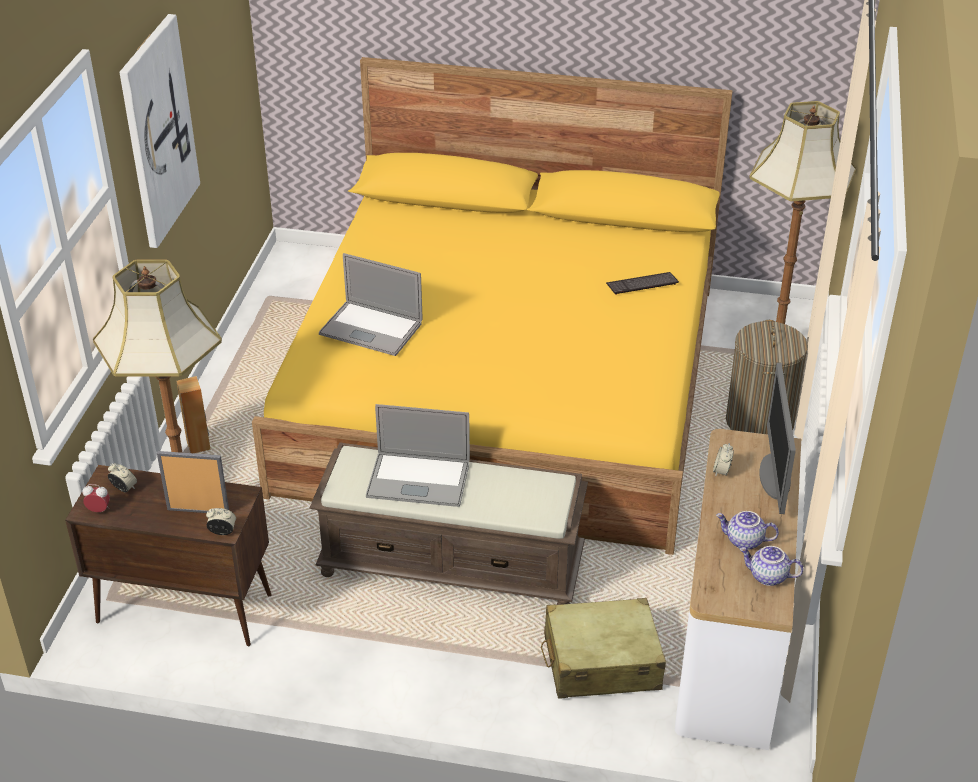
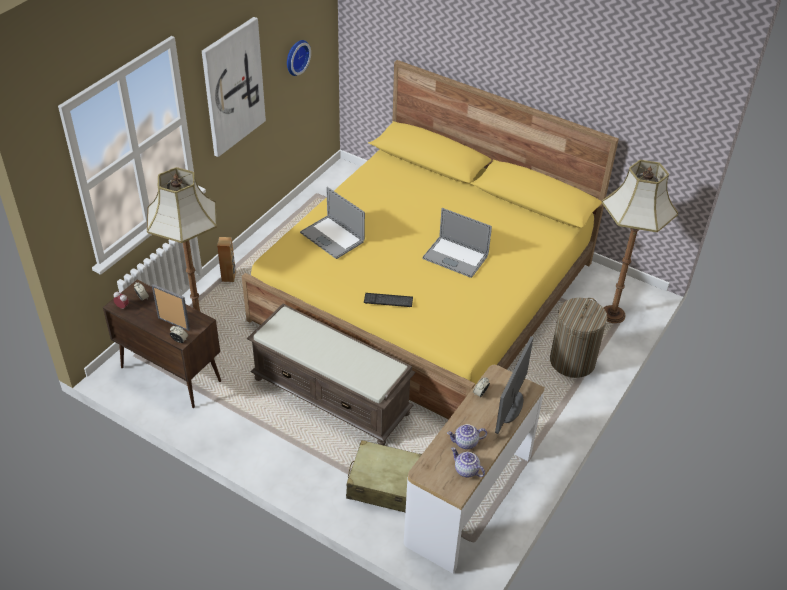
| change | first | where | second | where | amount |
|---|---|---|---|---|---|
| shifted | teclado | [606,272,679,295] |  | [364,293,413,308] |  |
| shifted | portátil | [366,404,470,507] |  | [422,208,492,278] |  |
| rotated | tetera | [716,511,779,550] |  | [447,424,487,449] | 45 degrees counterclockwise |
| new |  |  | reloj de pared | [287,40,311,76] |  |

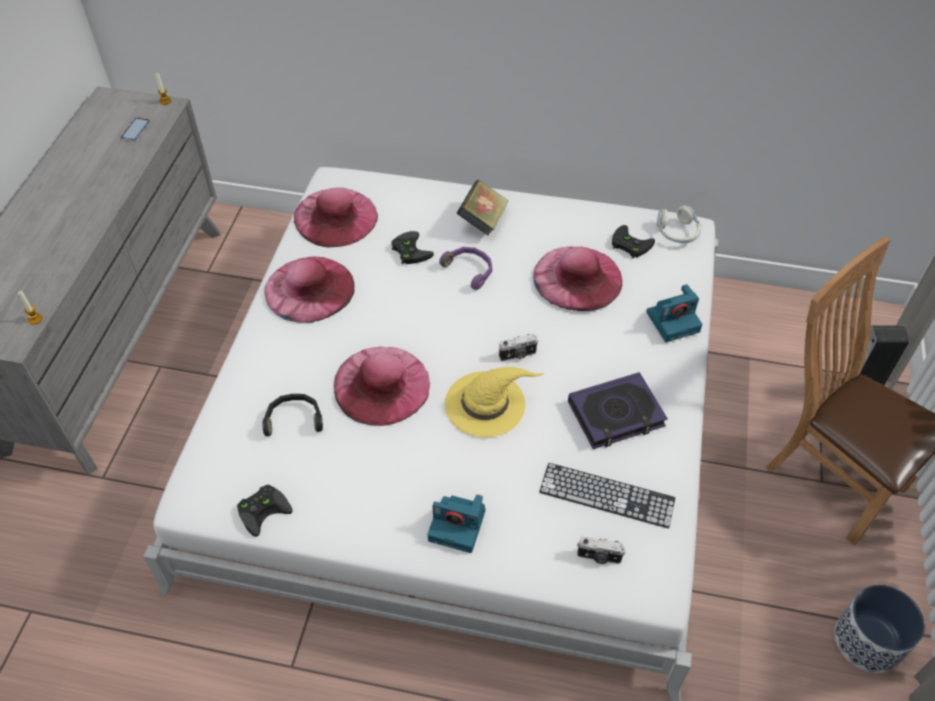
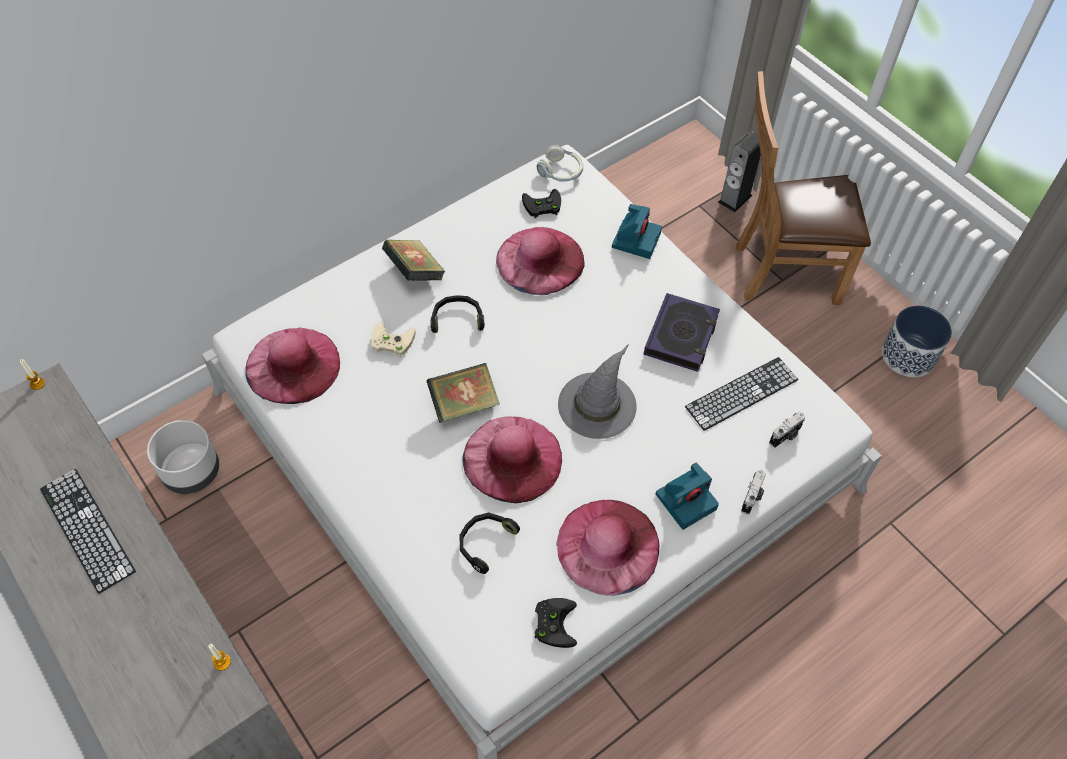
| change | first | where | second | where | amount |
|---|---|---|---|---|---|
| gone | móvil | [120,117,150,142] |  |  |  |
| repainted | mando de consola/negro | [391,231,434,264] | mando de consola/beis | [371,322,416,357] |  |
| repainted | auriculares/morado | [439,247,492,290] | auriculares/negro | [430,295,485,333] |  |
| shifted | sombrero/rosa | [264,257,354,323] |  | [556,500,659,596] |  |
| shifted | cámara | [498,334,538,361] |  | [741,470,766,515] |  |
| repainted | sombrero/amarillo | [445,367,545,437] | sombrero/gris | [558,345,637,439] |  |
| new |  |  | libro | [426,363,500,423] |  |
| new |  |  | maceta/gris | [147,420,219,494] |  |
| new |  |  | teclado | [40,469,136,594] |  |

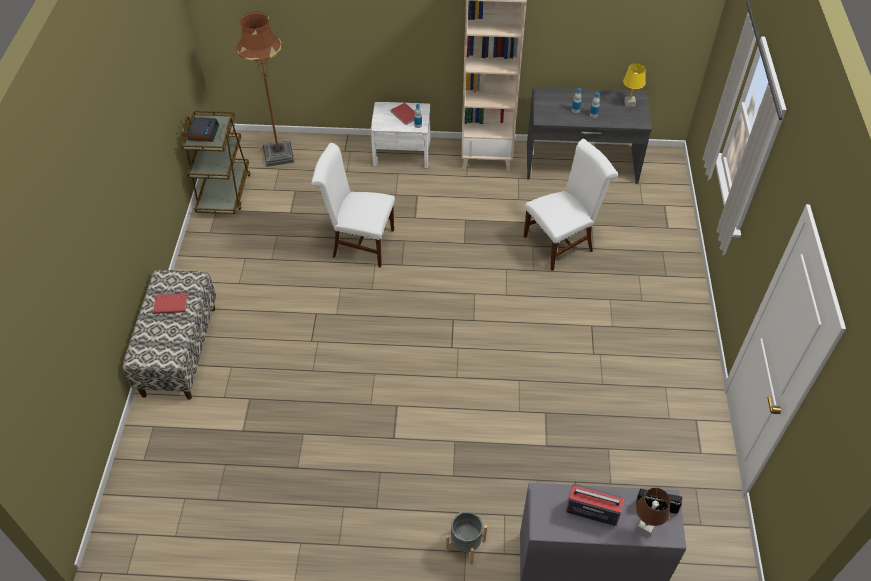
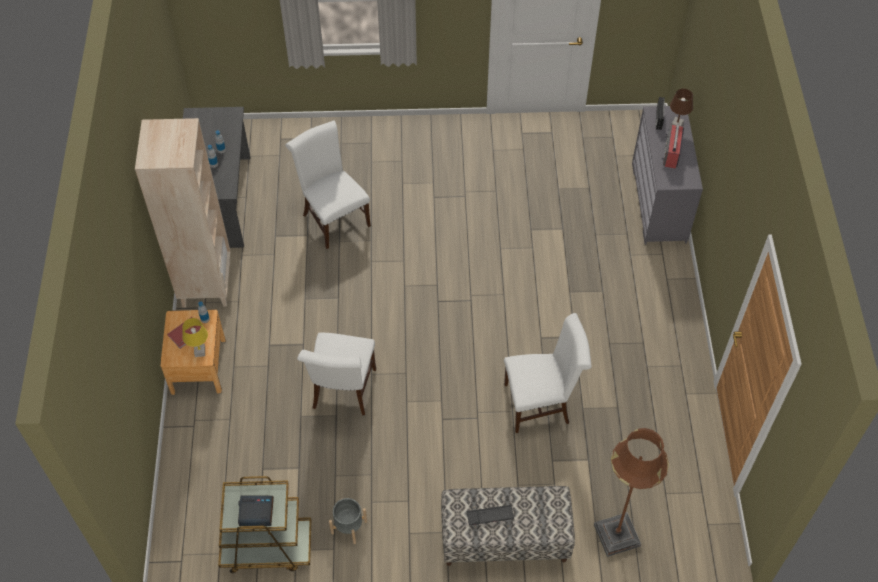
| change | first | where | second | where | amount |
|---|---|---|---|---|---|
| shifted | lámpara de pie/marrón | [236,12,295,167] |  | [594,428,669,557] |  |
| shifted | lámpara de mesa/amarillo | [623,64,646,107] |  | [182,318,208,357] |  |
| repainted | mesita de noche/blanco | [371,102,431,168] | mesita de noche/marrón | [160,309,226,395] |  |
| swapped | libro/rojo | [153,293,188,314] | teclado | [466,505,514,525] |  |
| shifted | maceta/gris | [446,512,487,565] |  | [329,498,367,544] |  |
| new |  |  | silla/blanco | [504,313,592,433] |  |

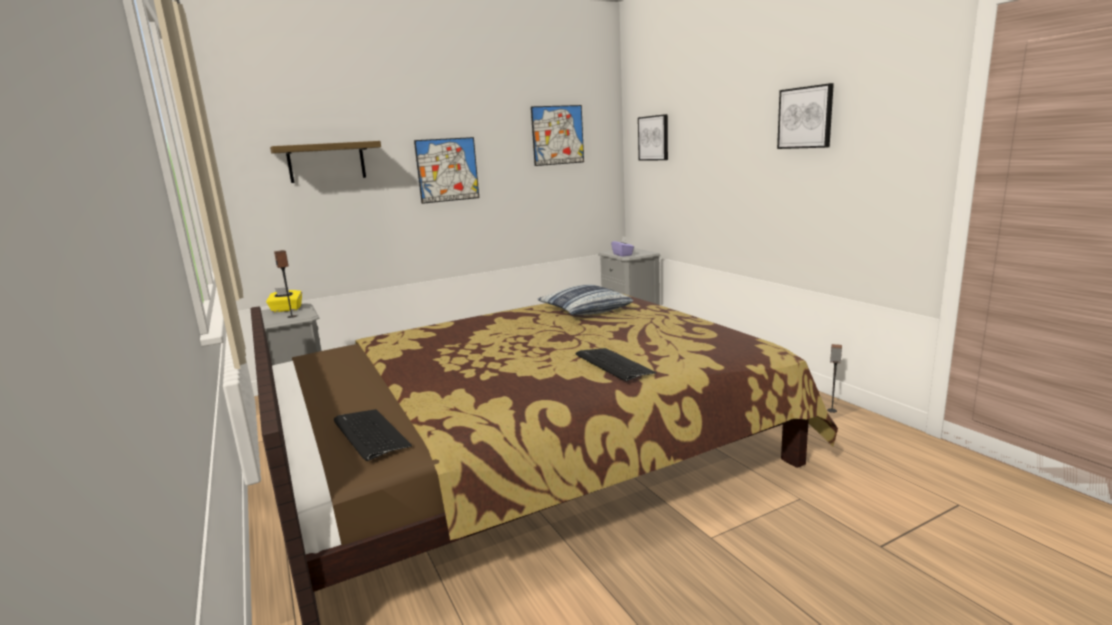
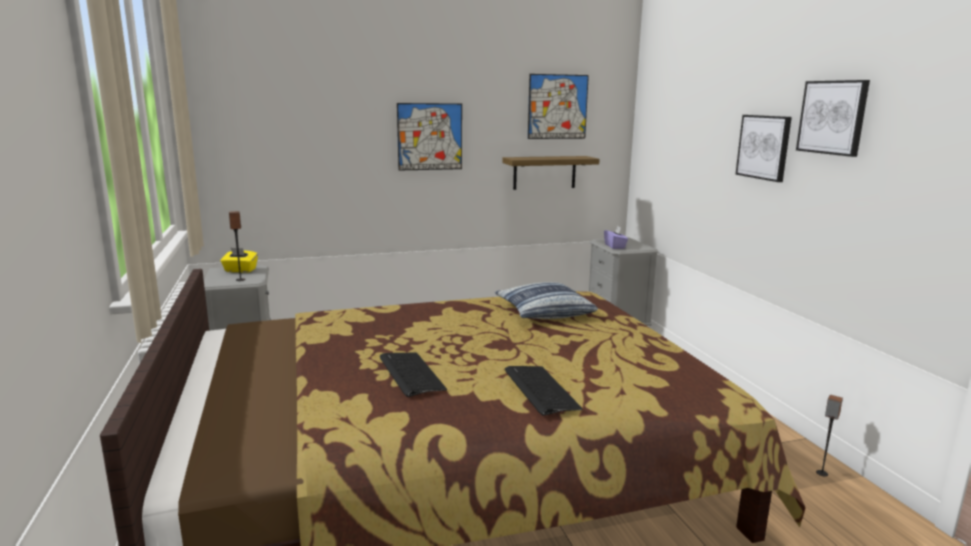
| change | first | where | second | where | amount |
|---|---|---|---|---|---|
| shifted | cuadro | [638,114,668,161] |  | [735,115,792,182] |  |
| shifted | estante | [270,141,381,183] |  | [502,156,600,190] |  |
| shifted | teclado | [334,409,412,461] |  | [380,353,447,397] |  |

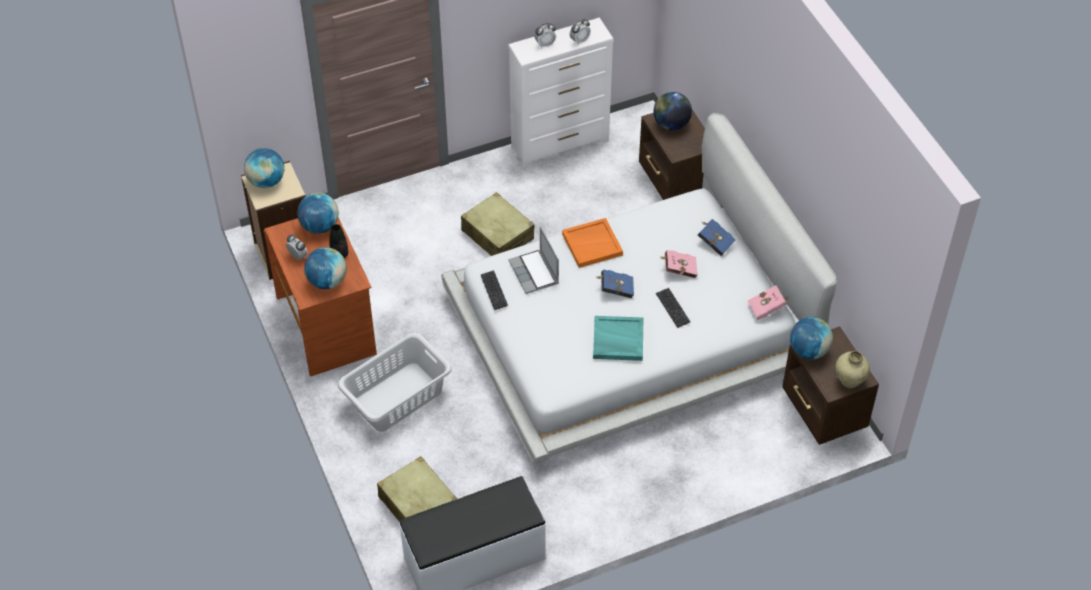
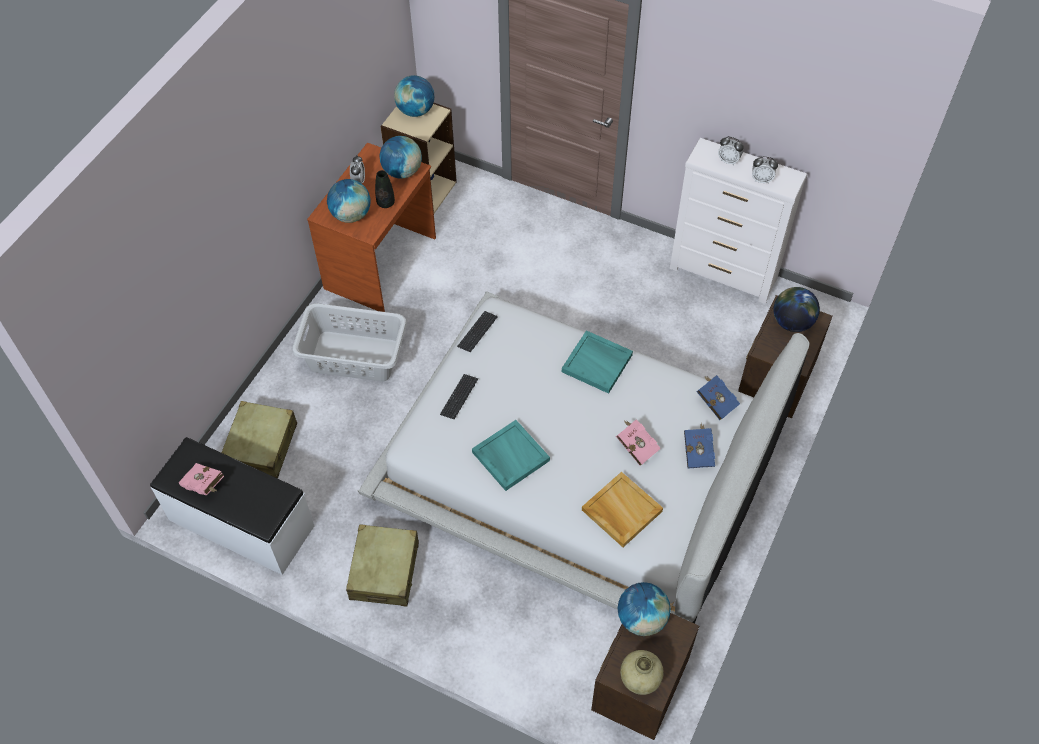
| change | first | where | second | where | amount |
|---|---|---|---|---|---|
| shifted | maleta/beis | [461,192,534,256] |  | [346,524,419,607] |  |
| repainted | bandeja/naranja | [562,218,623,268] | bandeja/turquesa | [562,330,633,394] |  |
| gone | portátil | [508,227,559,294] |  |  |  |
| shifted | libro/azul | [596,269,634,298] |  | [696,375,740,420] |  |
| shifted | libro/rosa | [747,285,789,320] |  | [179,463,224,496] |  |
| shifted | teclado | [656,288,690,328] |  | [440,374,478,419] |  |
| new |  |  | bandeja/beis | [582,472,663,547] |  |

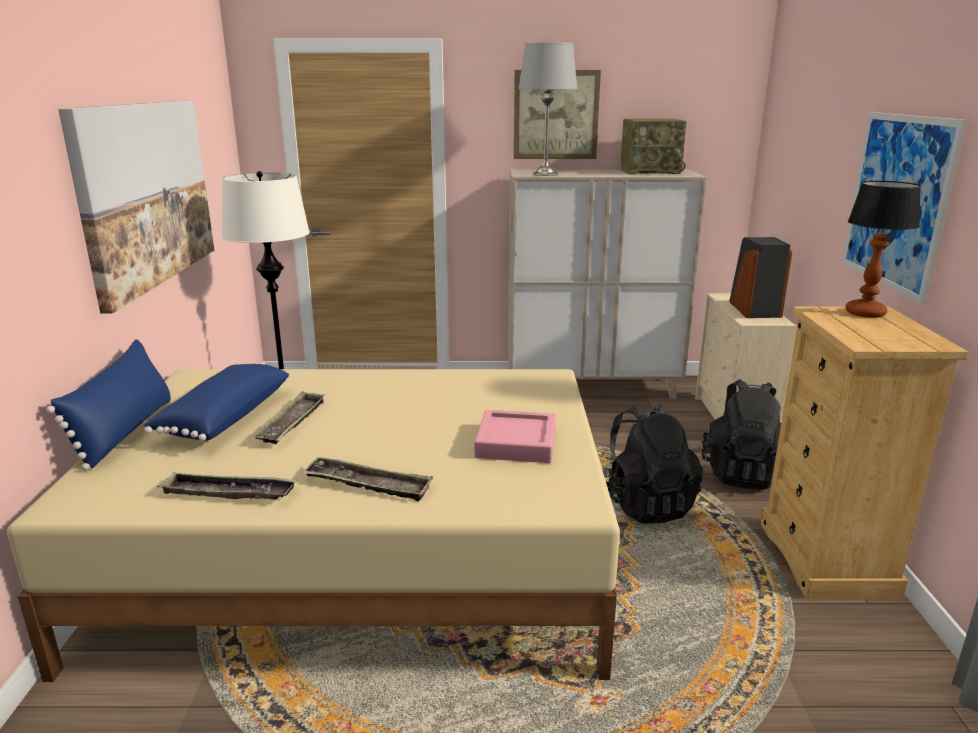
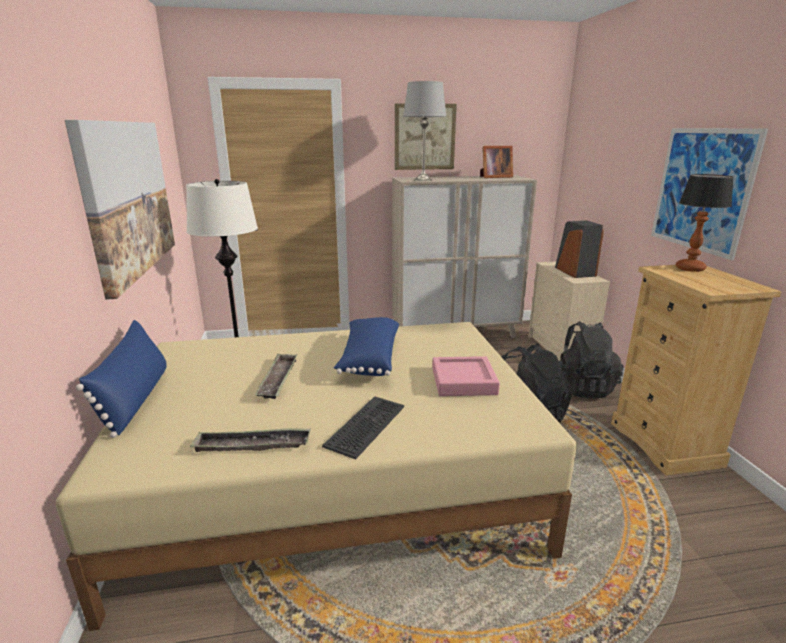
| change | first | where | second | where | amount |
|---|---|---|---|---|---|
| swapped | radio | [621,118,686,175] | portarretratos | [480,146,513,178] |  |
| shifted | cojín/azul | [143,364,290,441] |  | [334,317,399,376] |  |
| swapped | bandeja | [302,456,433,501] | teclado | [322,396,404,460] |  |

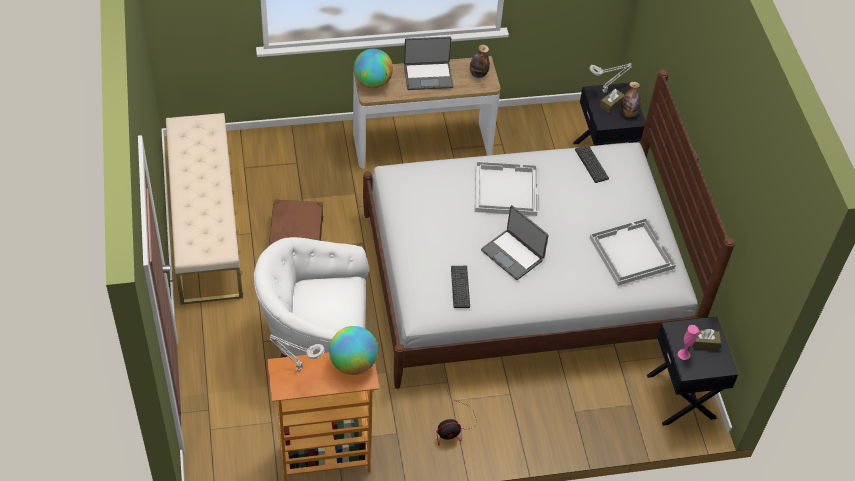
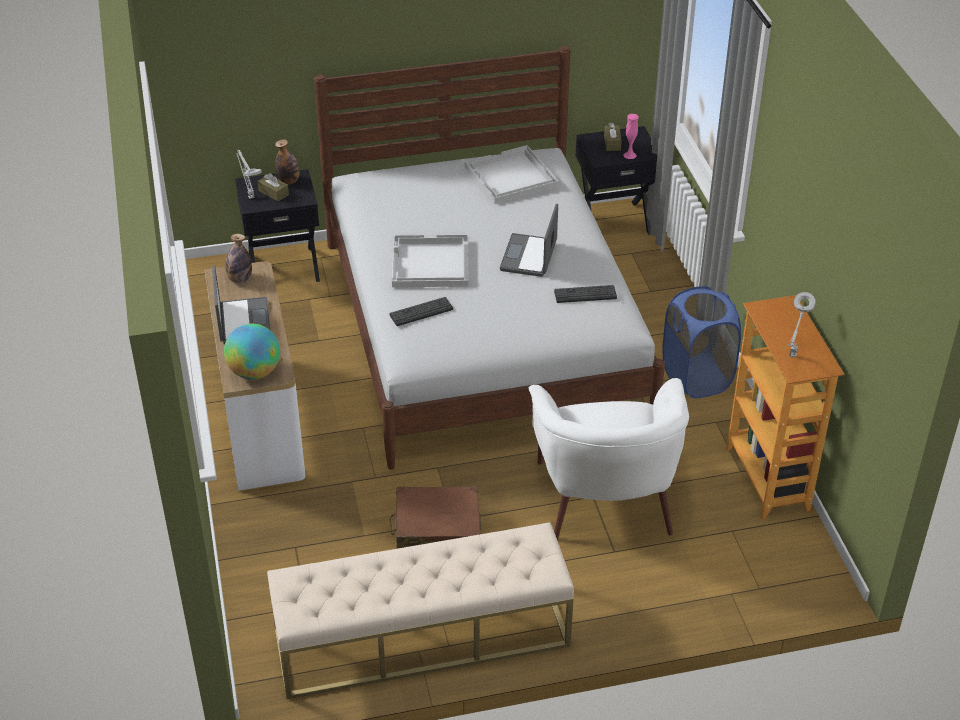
| change | first | where | second | where | amount |
|---|---|---|---|---|---|
| shifted | teclado | [575,145,609,183] |  | [389,297,453,326] |  |
| rotated | portátil | [481,205,549,280] |  | [500,204,558,277] | 150 degrees clockwise |
| gone | globo terráqueo | [329,326,378,375] |  |  |  |
| swapped | ventilador | [436,390,477,446] | cesto de la ropa/azul | [662,286,741,398] |  |

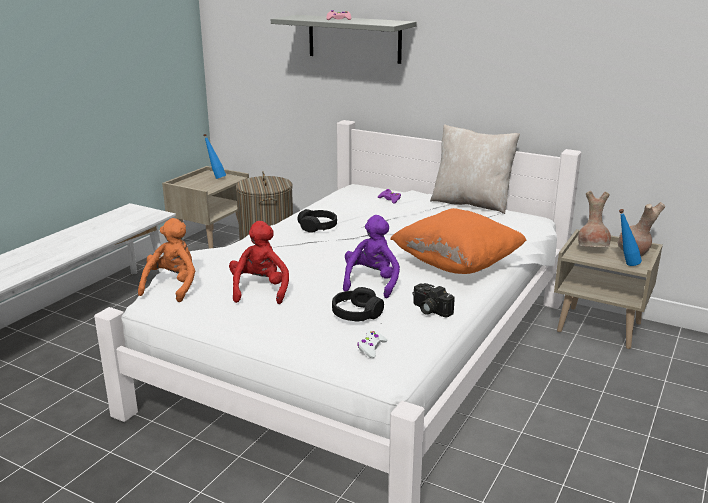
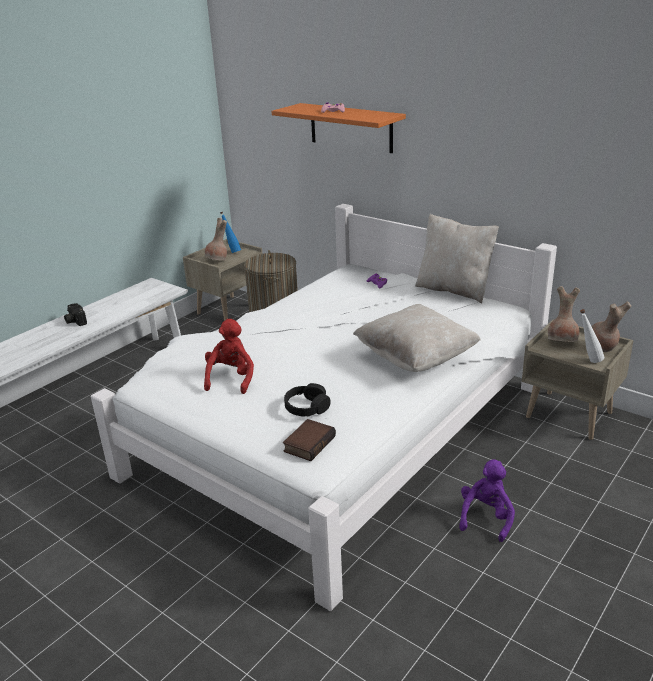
| change | first | where | second | where | amount |
|---|---|---|---|---|---|
| repainted | estante/gris | [271,15,417,64] | estante/naranja | [271,103,406,153] |  |
| repainted | cojín/naranja | [390,208,526,274] | cojín/beis | [353,304,481,372] |  |
| gone | auriculares/negro | [298,209,337,233] |  |  |  |
| repainted | botella/azul | [619,209,642,266] | botella/blanco | [580,309,604,363] |  |
| shifted | peluche/morado | [343,215,400,298] |  | [459,459,515,542] |  |
| gone | peluche/naranja | [138,218,195,302] |  |  |  |
| shifted | cámara | [412,283,455,318] |  | [64,303,87,326] |  |
| swapped | mando de consola/blanco | [357,330,387,358] | libro | [283,419,336,461] |  |
| new |  |  | florero/marrón | [205,218,227,261] |  |

